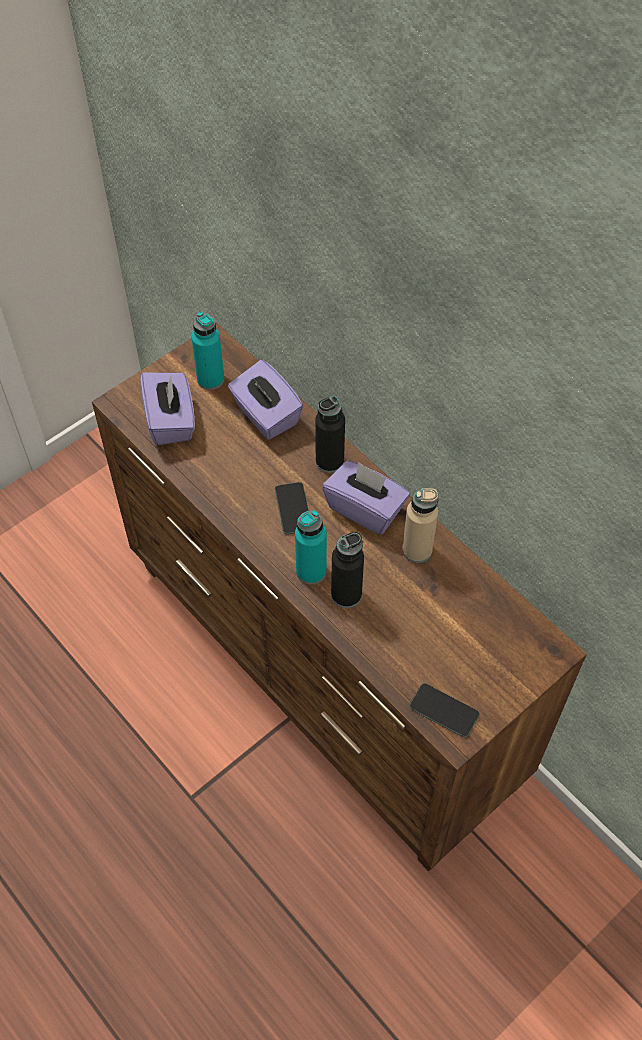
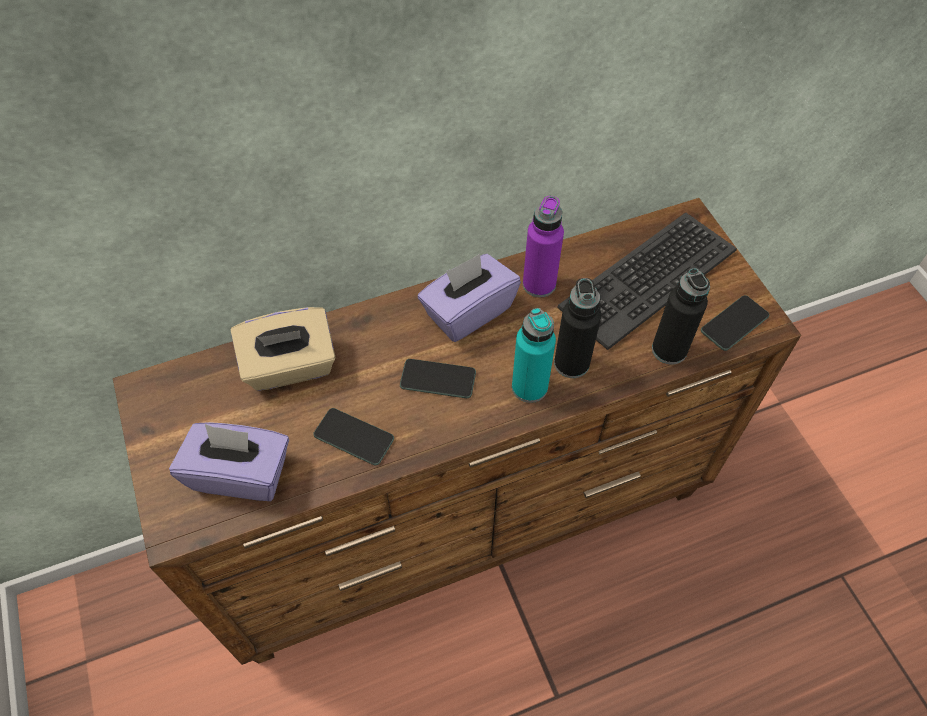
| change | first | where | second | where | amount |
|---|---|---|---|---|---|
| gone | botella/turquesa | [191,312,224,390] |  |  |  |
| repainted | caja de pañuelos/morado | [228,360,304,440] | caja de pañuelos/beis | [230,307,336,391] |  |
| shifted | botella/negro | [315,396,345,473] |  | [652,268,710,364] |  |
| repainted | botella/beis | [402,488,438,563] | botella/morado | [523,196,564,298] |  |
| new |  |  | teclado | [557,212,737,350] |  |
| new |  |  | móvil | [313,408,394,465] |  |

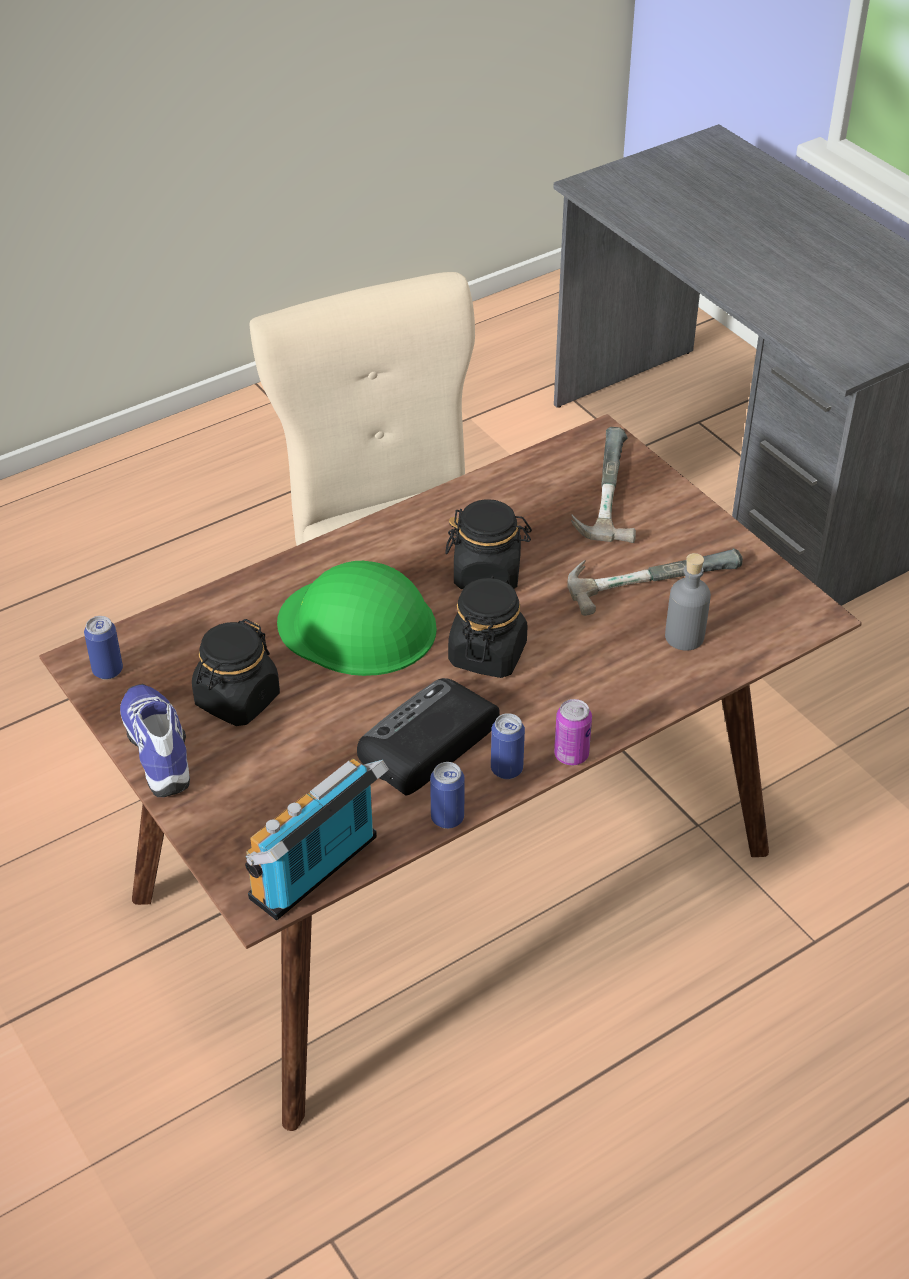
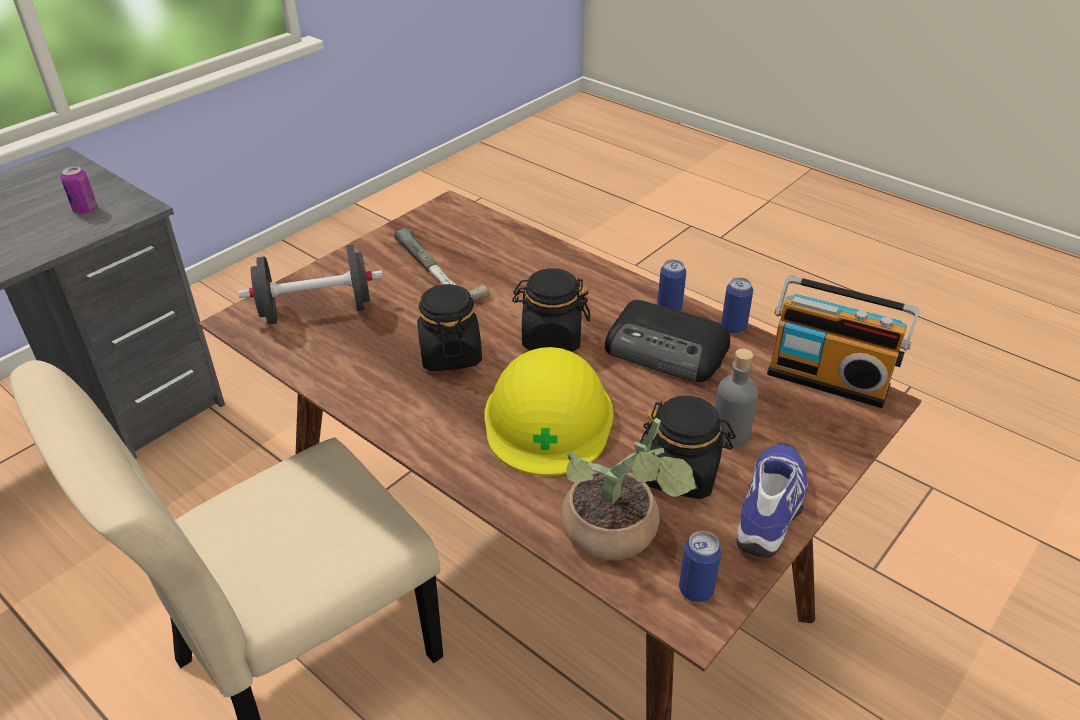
| change | first | where | second | where | amount |
|---|---|---|---|---|---|
| swapped | martillo | [571,427,636,543] | mancuerna/negro | [238,244,383,324] |  |
| shifted | botella/gris | [665,553,711,651] |  | [714,349,758,448] |  |
| repainted | casco/verde | [277,561,437,676] | casco/amarillo | [485,347,613,476] |  |
| rotated | zapato | [120,684,190,797] |  | [737,443,808,557] | 150 degrees clockwise |
| shifted | lata | [554,699,592,765] |  | [60,166,97,215] |  |
| new |  |  | planta en maceta | [561,418,698,561] |  |

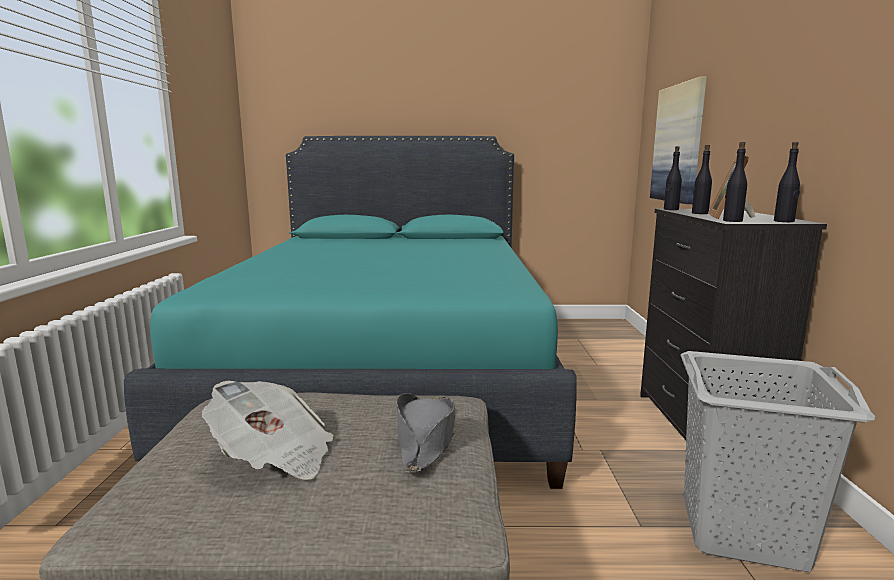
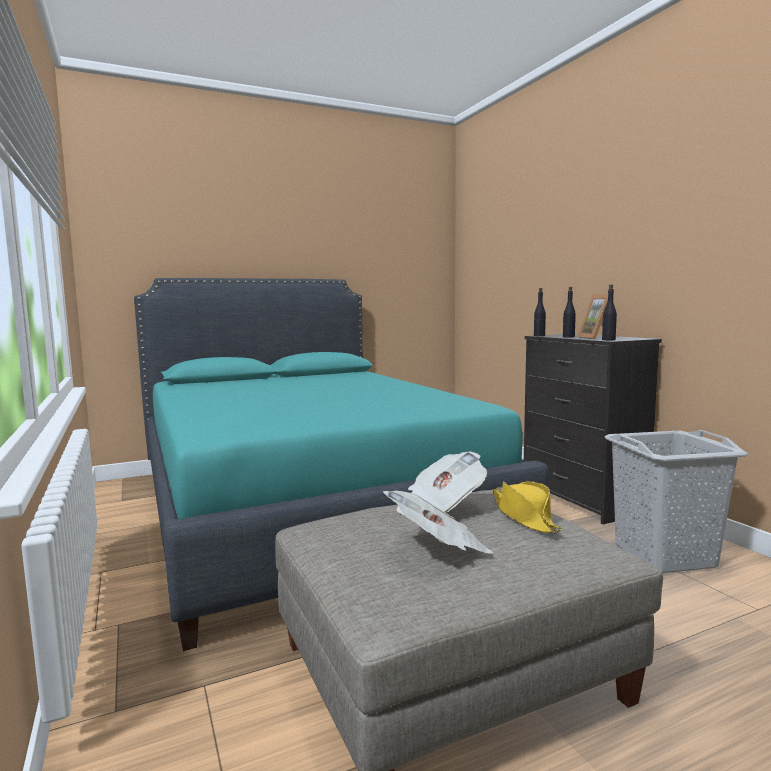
| change | first | where | second | where | amount |
|---|---|---|---|---|---|
| gone | cuadro | [650,76,707,204] |  |  |  |
| gone | botella/negro | [774,142,800,222] |  |  |  |
| repainted | sombrero/gris | [396,393,455,473] | sombrero/amarillo | [492,481,562,533] |  |
| new |  |  | periódico | [396,452,487,515] |  |

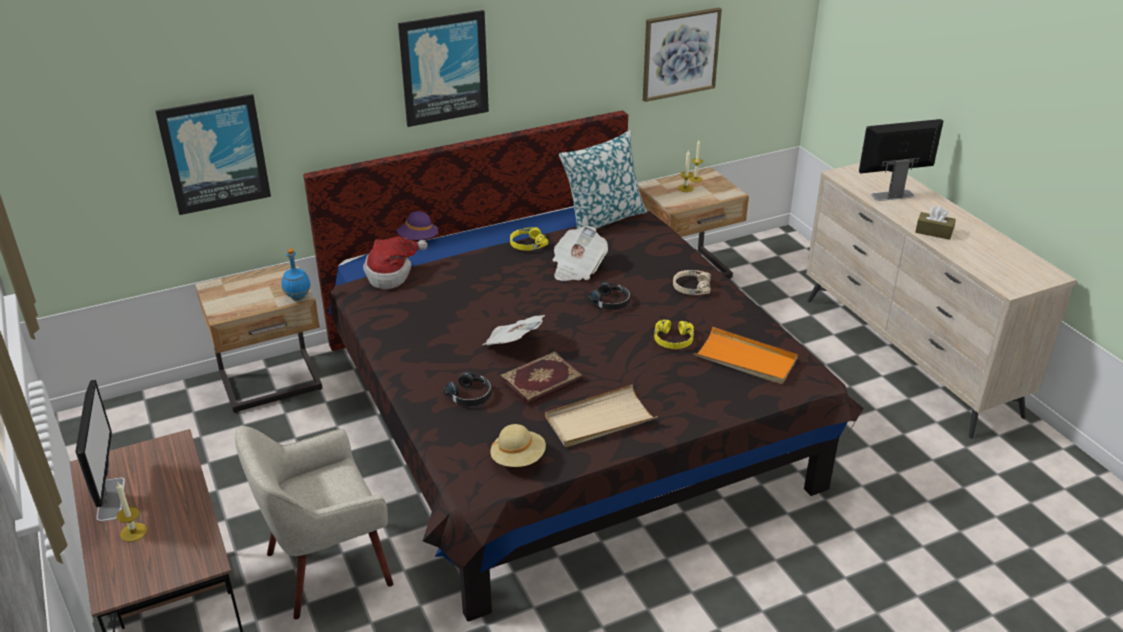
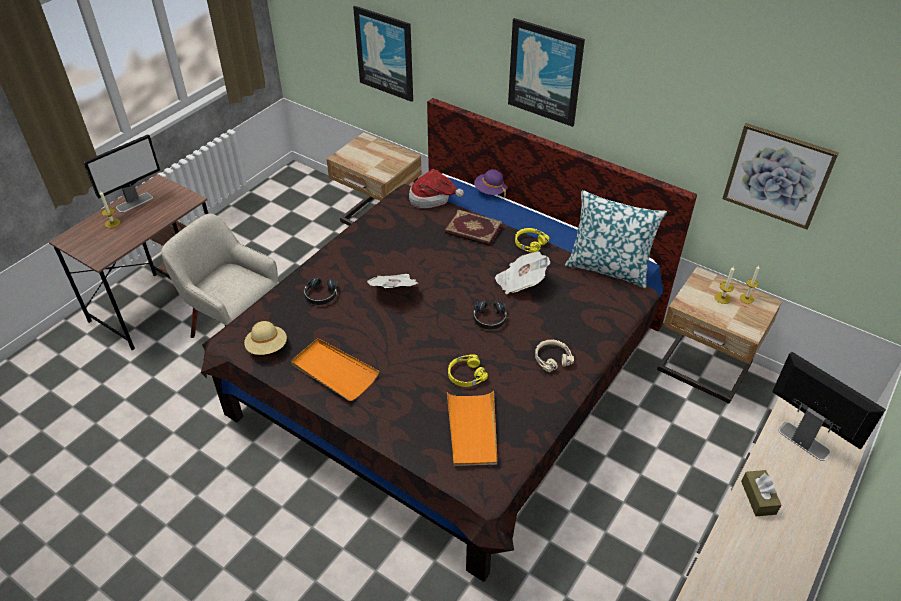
| change | first | where | second | where | amount |
|---|---|---|---|---|---|
| gone | botella/azul | [281,249,311,301] |  |  |  |
| shifted | libro | [500,351,583,406] |  | [445,210,503,246] |  |
| repainted | bandeja/beis | [545,385,657,447] | bandeja/naranja | [291,338,379,401] |  |

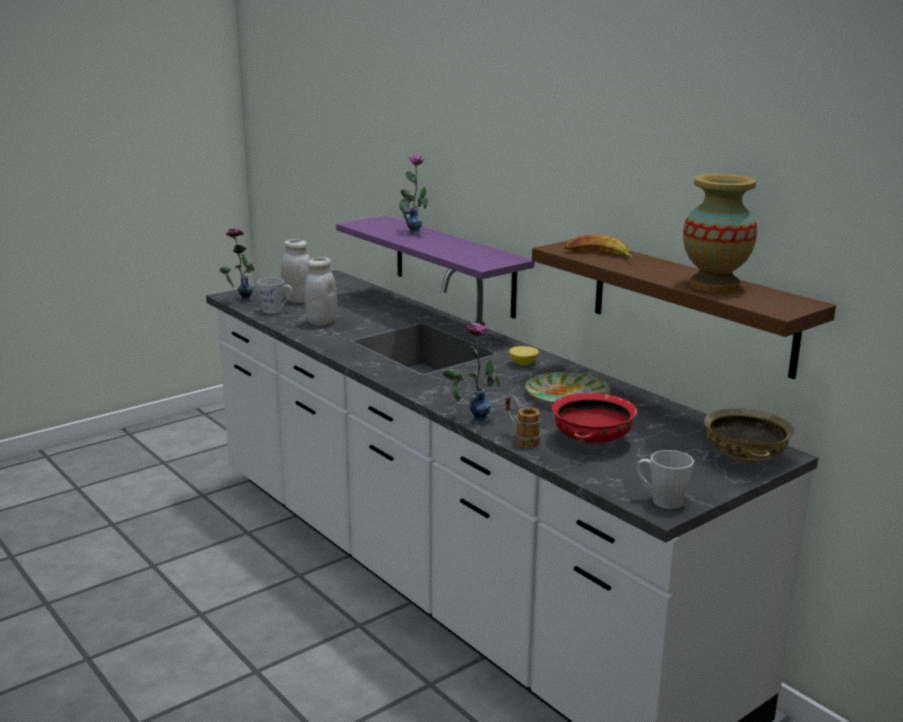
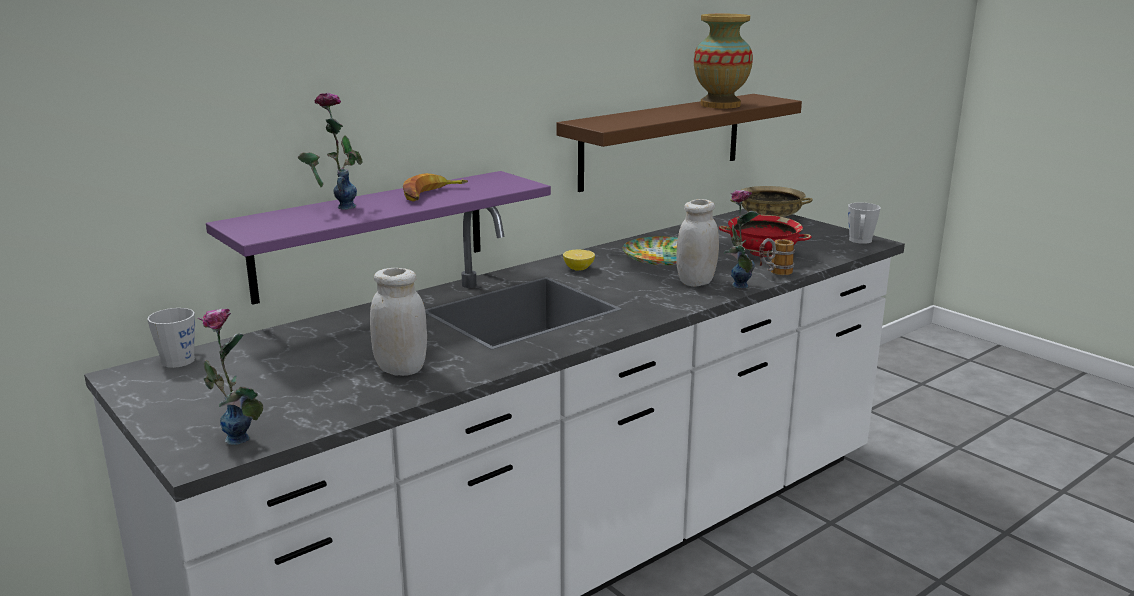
| change | first | where | second | where | amount |
|---|---|---|---|---|---|
| shifted | plátano | [565,235,632,258] |  | [403,173,468,202] |  |
| shifted | tarro/blanco | [281,239,311,303] |  | [676,199,719,287] |  |
| shifted | taza grande/gris | [257,278,293,314] |  | [147,308,195,368] |  |

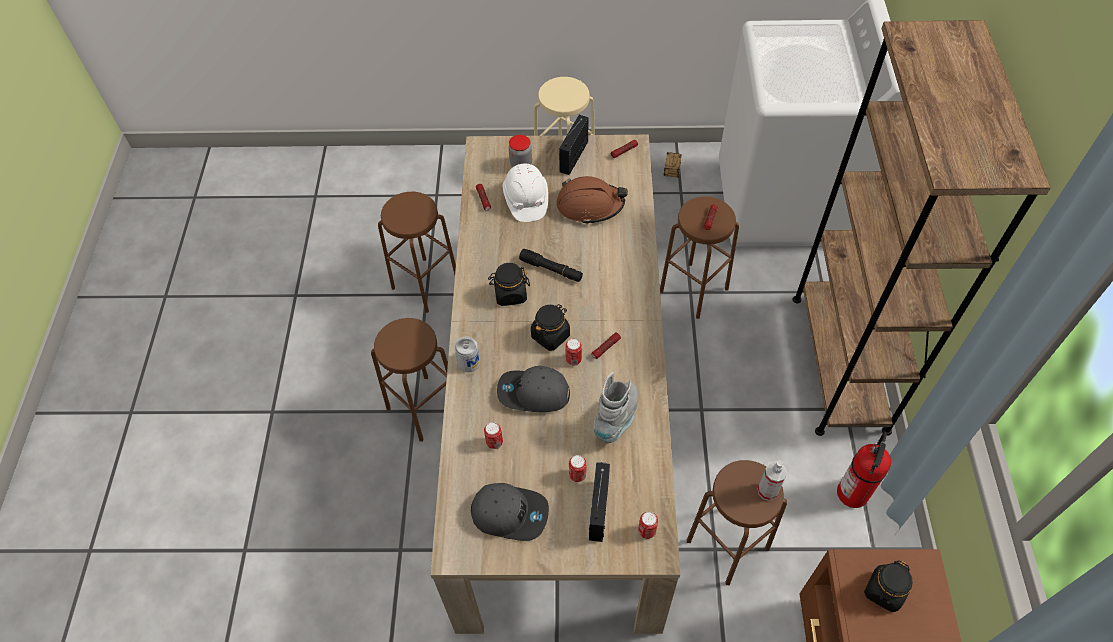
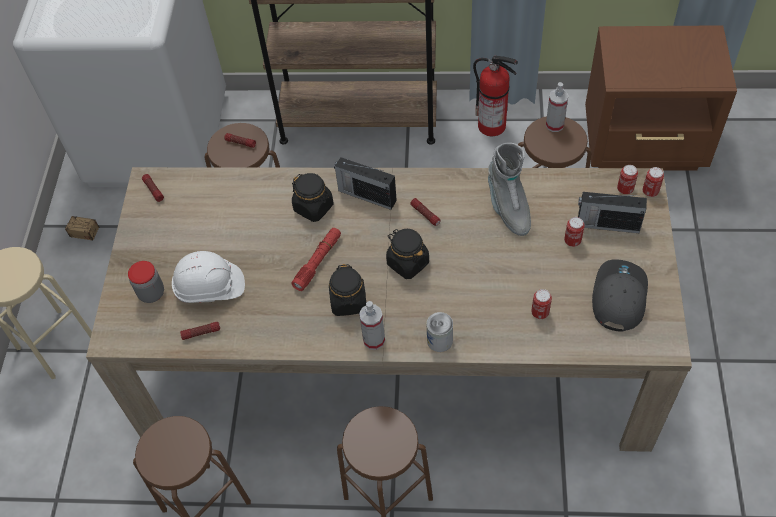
| change | first | where | second | where | amount |
|---|---|---|---|---|---|
| shifted | radio | [559,115,589,175] |  | [334,157,397,210] |  |
| gone | casco/marrón | [557,176,628,225] |  |  |  |
| repainted | linterna/negro | [519,249,583,282] | linterna/rojo | [291,228,341,291] |  |
| shifted | lata | [566,338,582,366] |  | [642,167,664,197] |  |
| gone | gorra/gris | [497,366,570,412] |  |  |  |
| rotated | bota/gris | [594,372,639,443] |  | [488,143,531,236] | 135 degrees counterclockwise |
| shifted | tarro/negro | [864,560,912,612] |  | [292,173,334,222] |  |
| new |  |  | pulverizador | [359,301,385,350] |  |

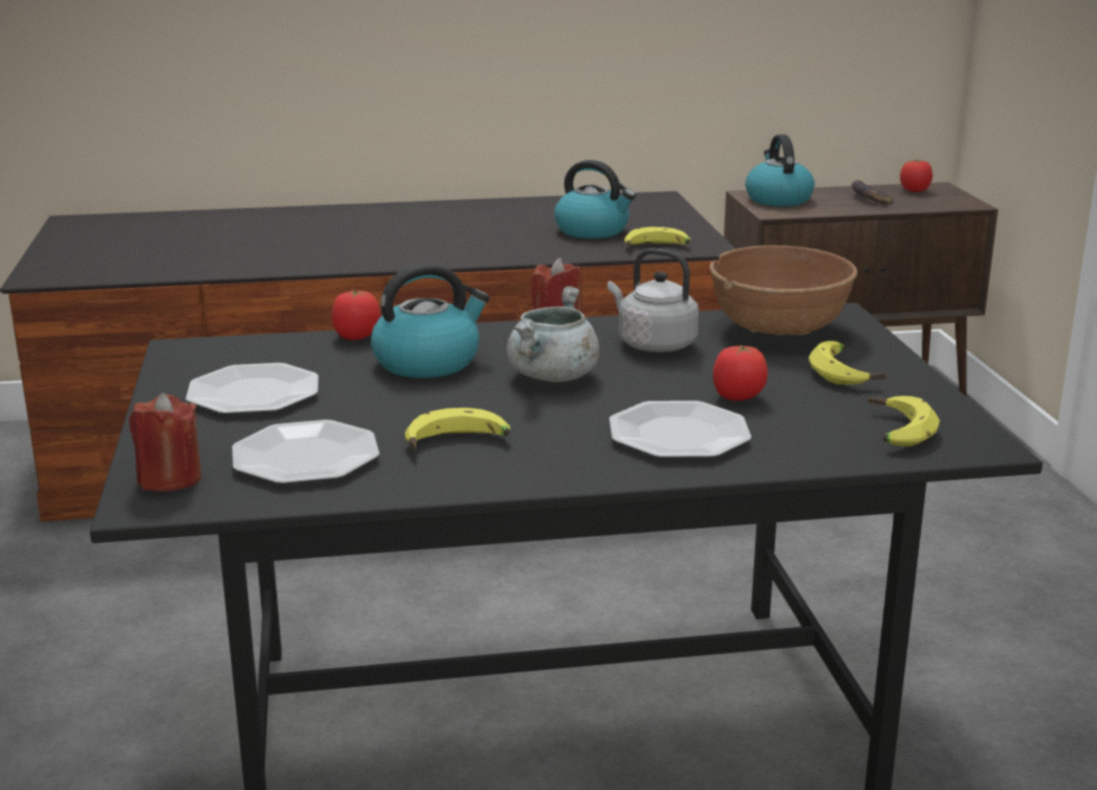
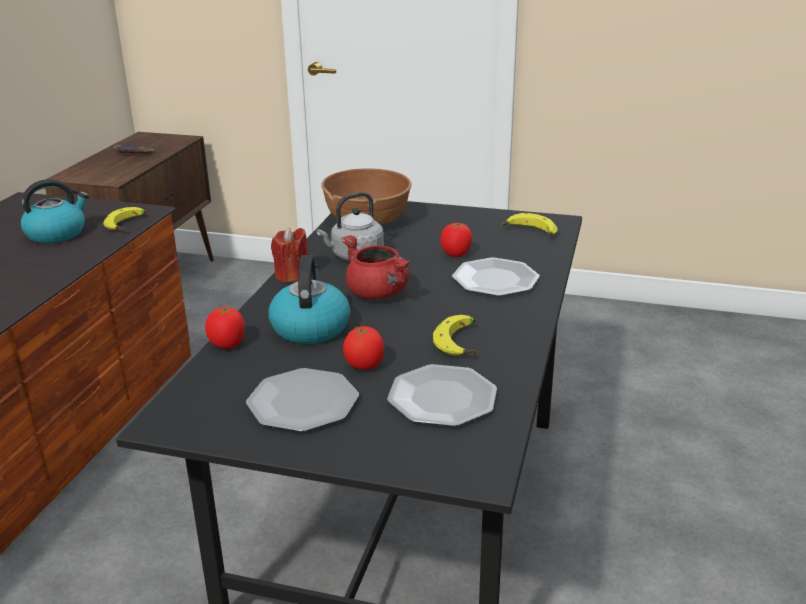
| change | first | where | second | where | amount |
|---|---|---|---|---|---|
| gone | hervidor | [745,134,815,206] |  |  |  |
| shifted | tomate | [900,159,933,192] |  | [343,326,384,370] |  |
| repainted | olla/gris | [507,286,600,382] | olla/rojo | [341,235,410,300] |  |
| gone | plátano | [809,341,886,385] |  |  |  |
| gone | vela/rojo | [129,393,202,492] |  |  |  |

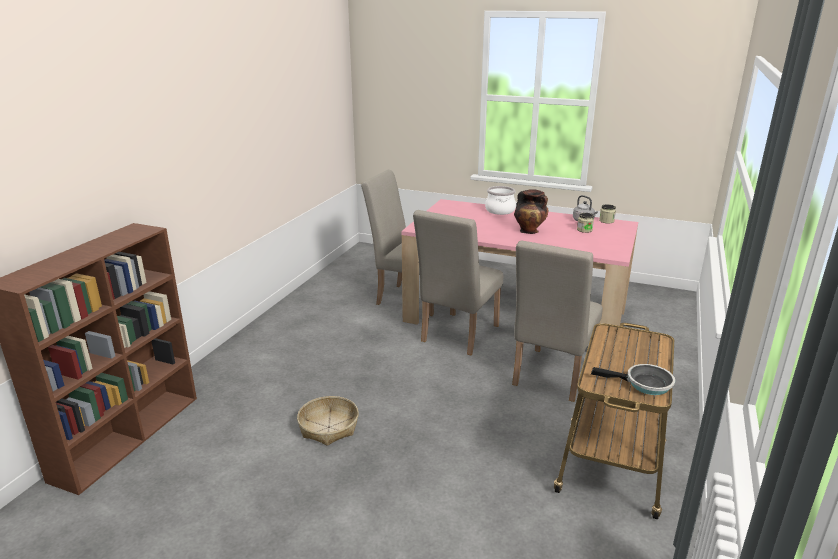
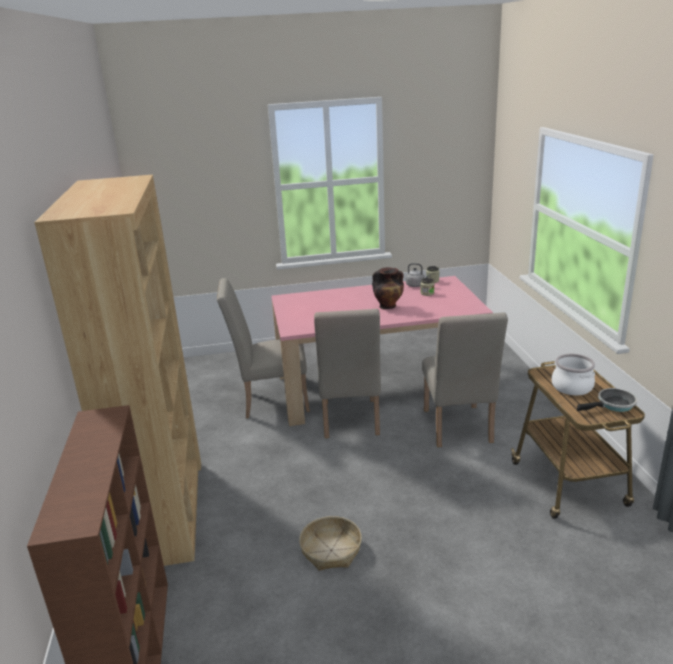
| change | first | where | second | where | amount |
|---|---|---|---|---|---|
| shifted | olla | [485,186,516,215] |  | [552,353,595,395] |  |
| new |  |  | estantería/marrón | [34,175,201,566] |  |

